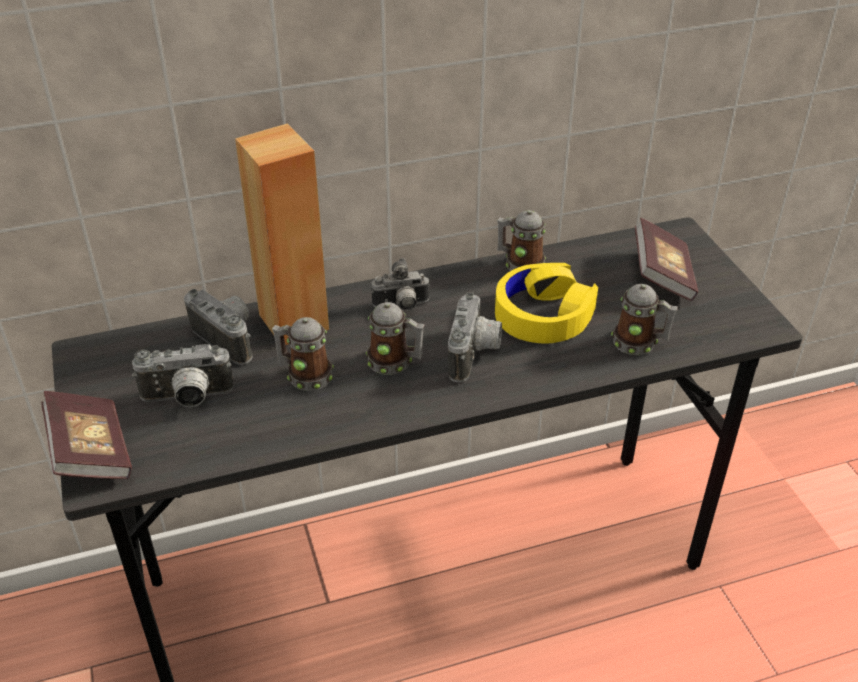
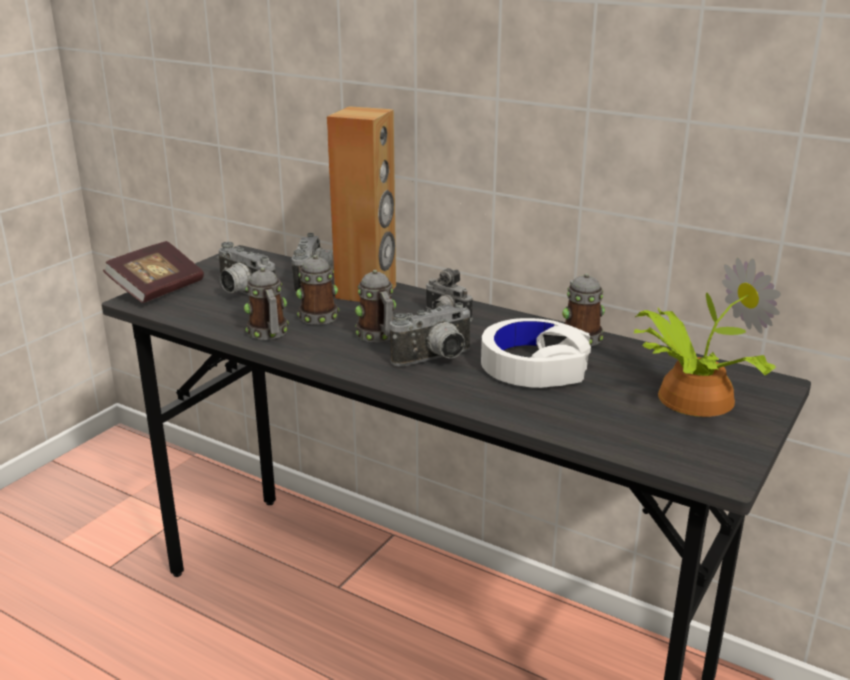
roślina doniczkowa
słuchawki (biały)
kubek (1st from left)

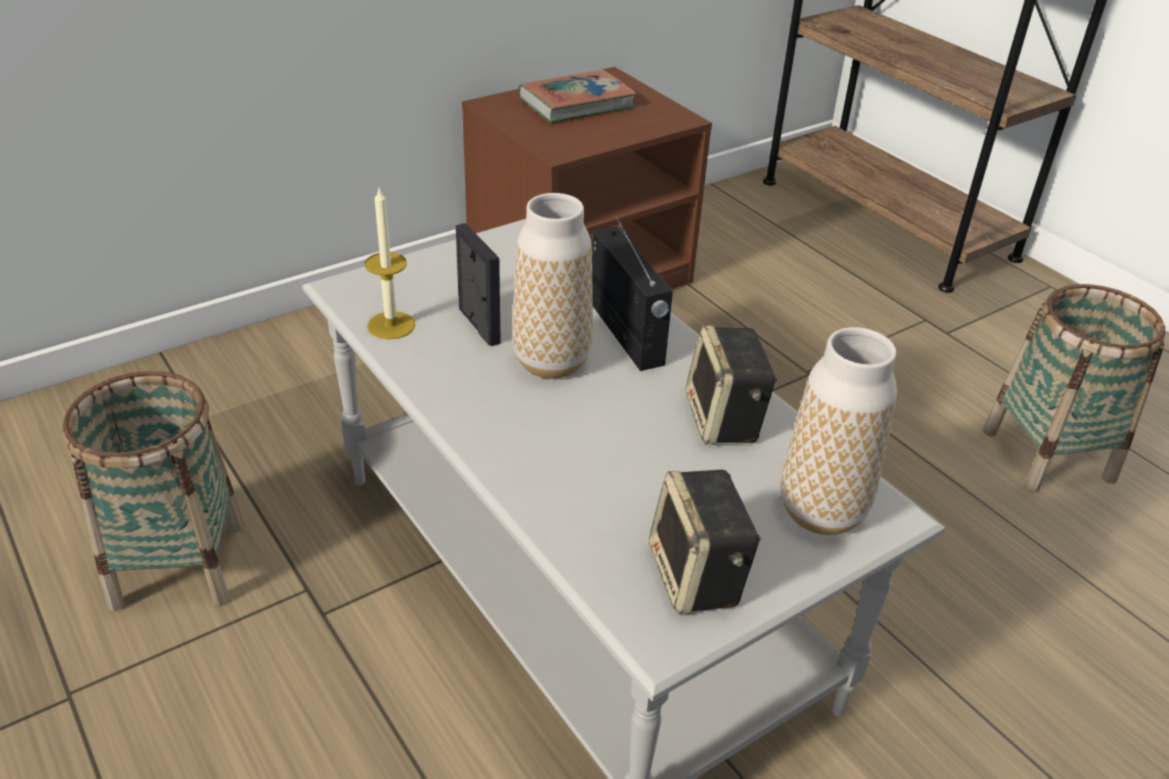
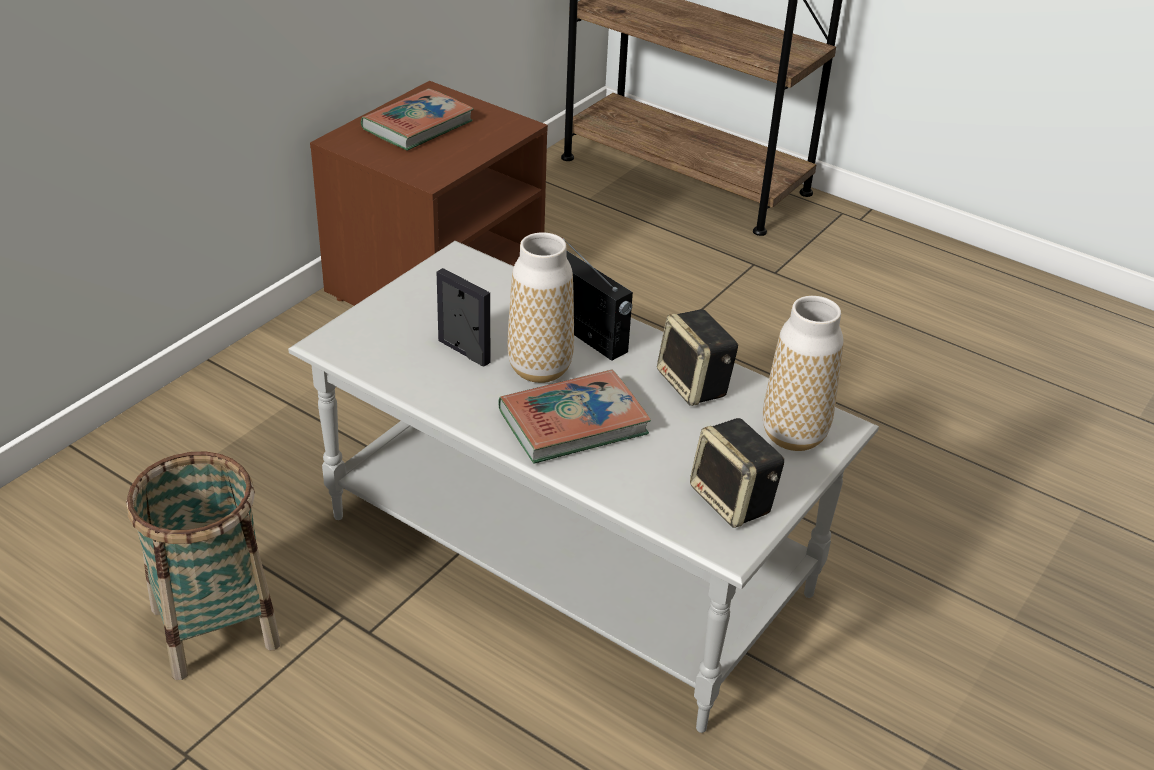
świeca
koszyk (2nd from left in the first image)
książka (2nd from left)

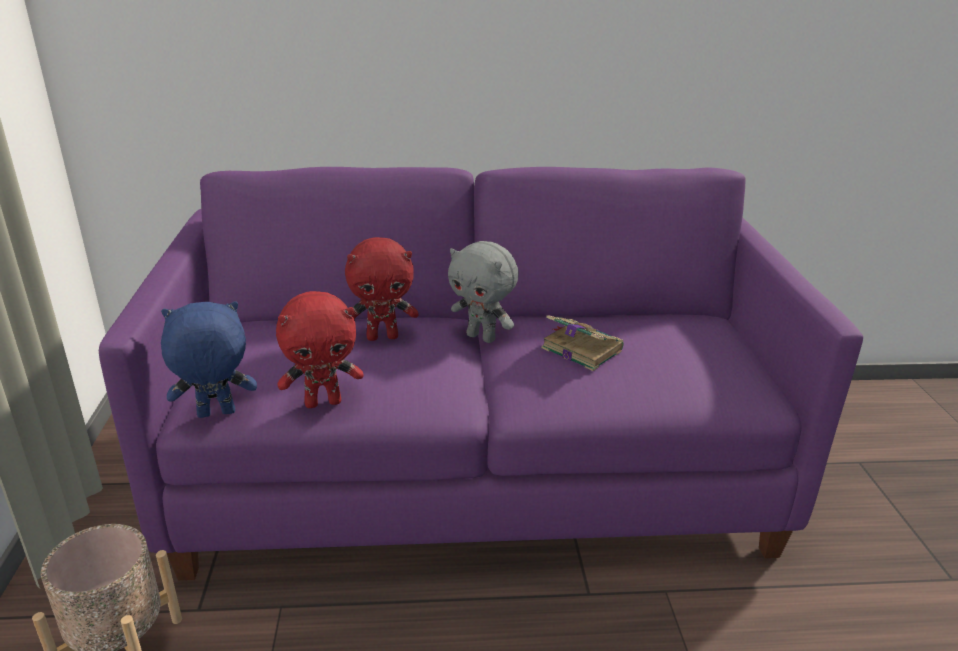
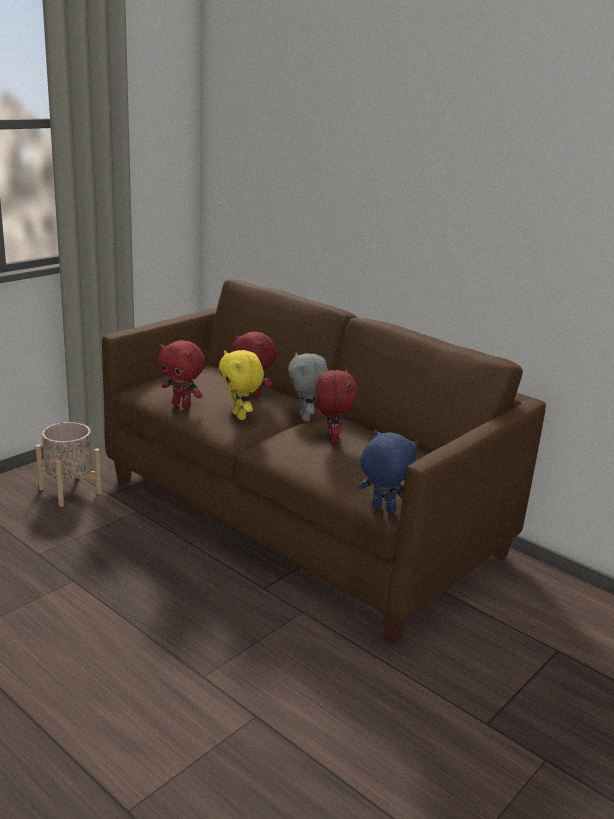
kanapa (brązowy)
pluszak (niebieski)
pluszak (czerwony) (3rd from left)
pluszak (żółty)

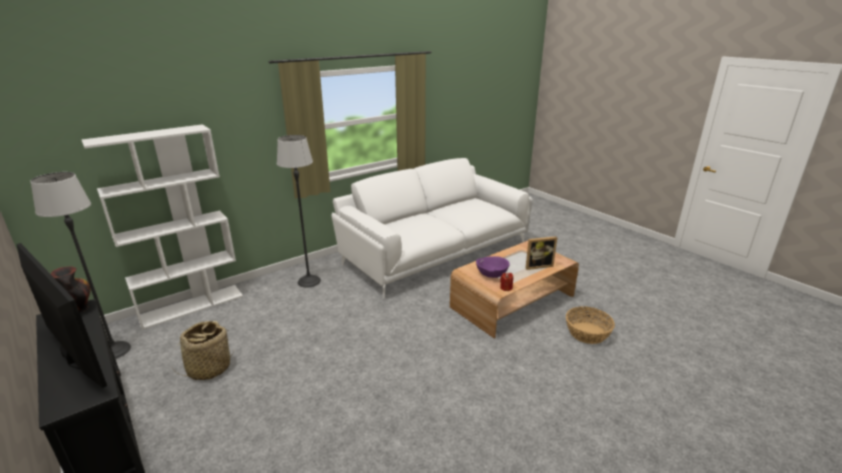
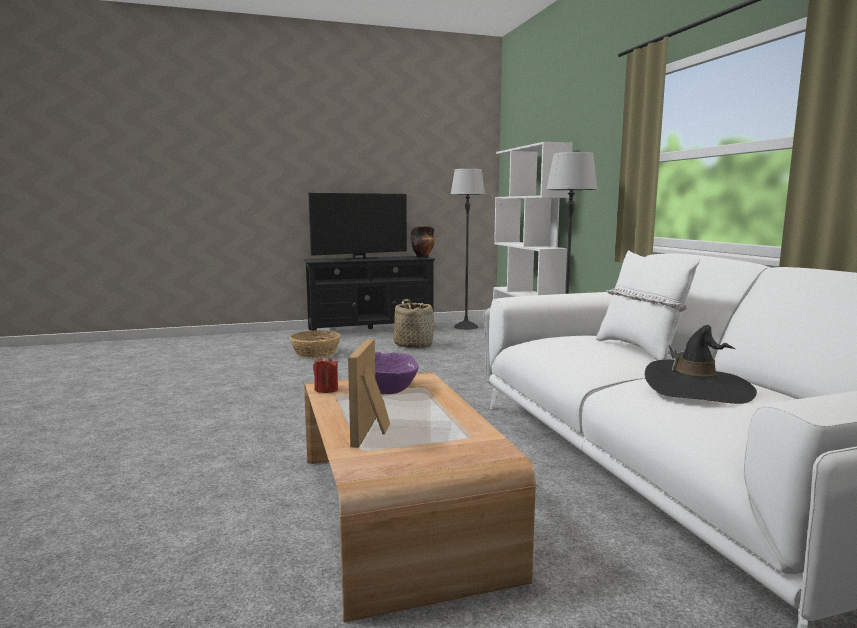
koszyk (1st from left)
poduszka (biały)
kapelusz (czarny)

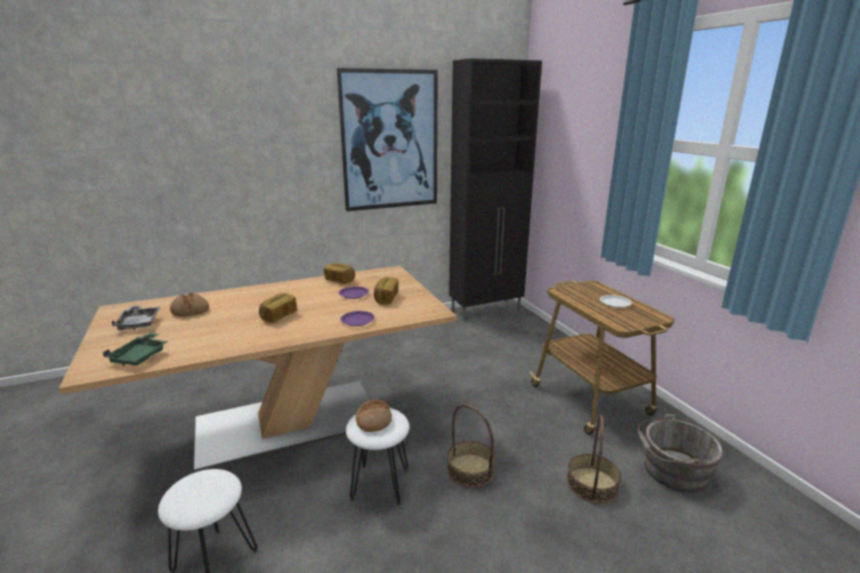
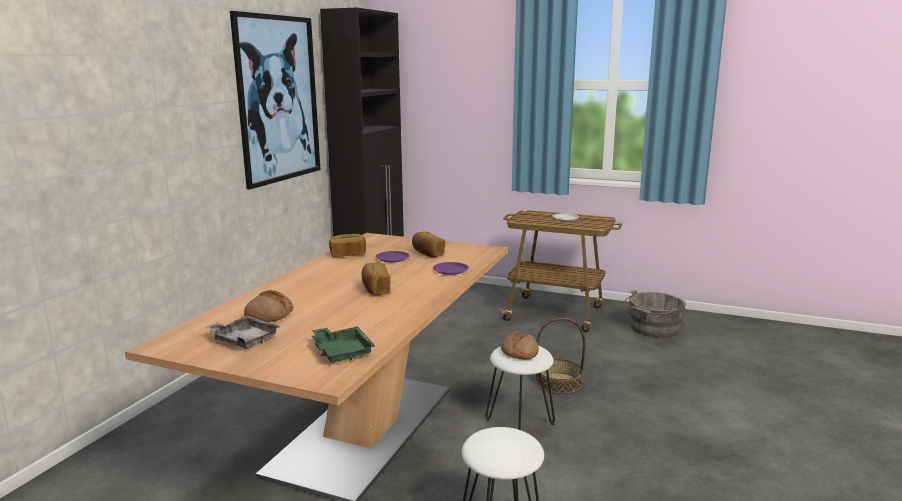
koszyk (2nd from left in the first image)

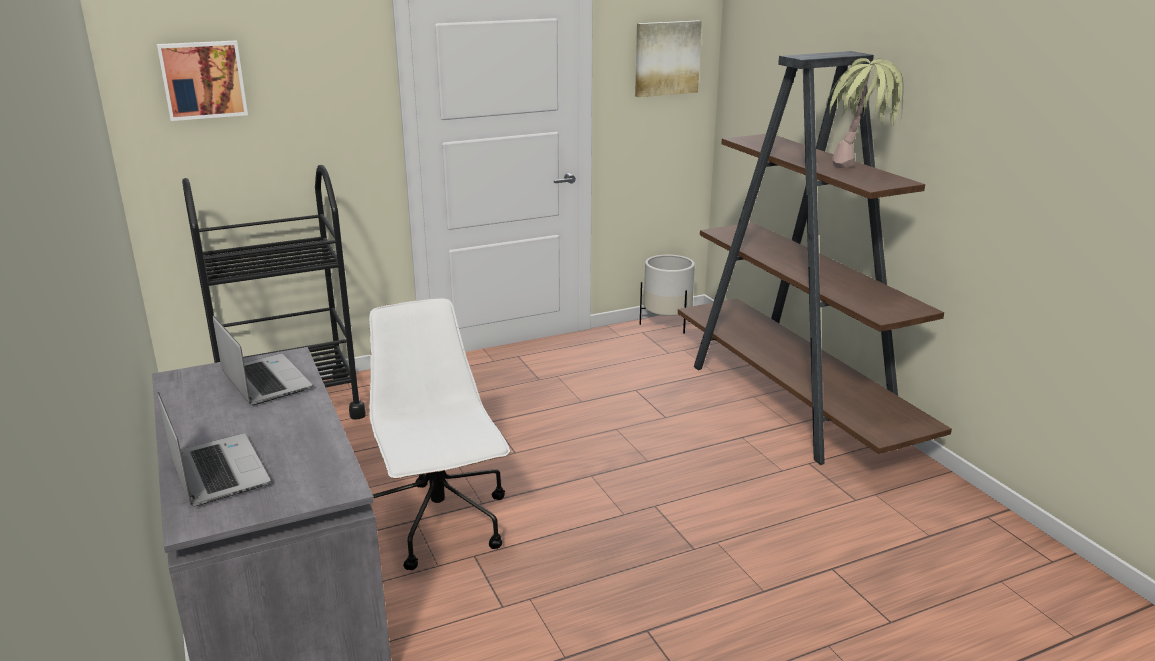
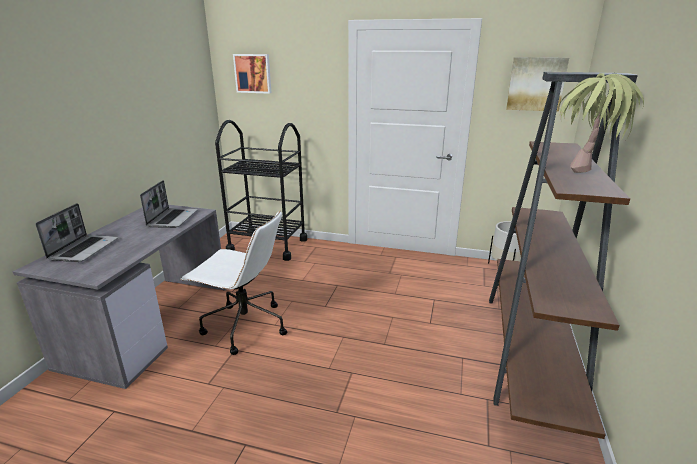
krzesło biurowe (biały)

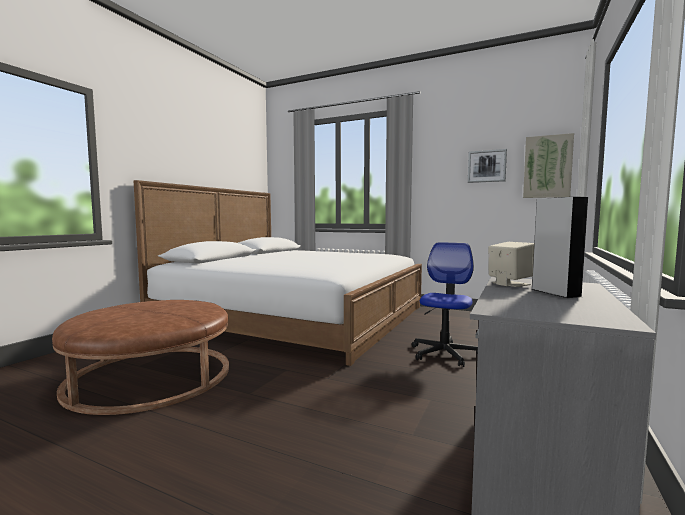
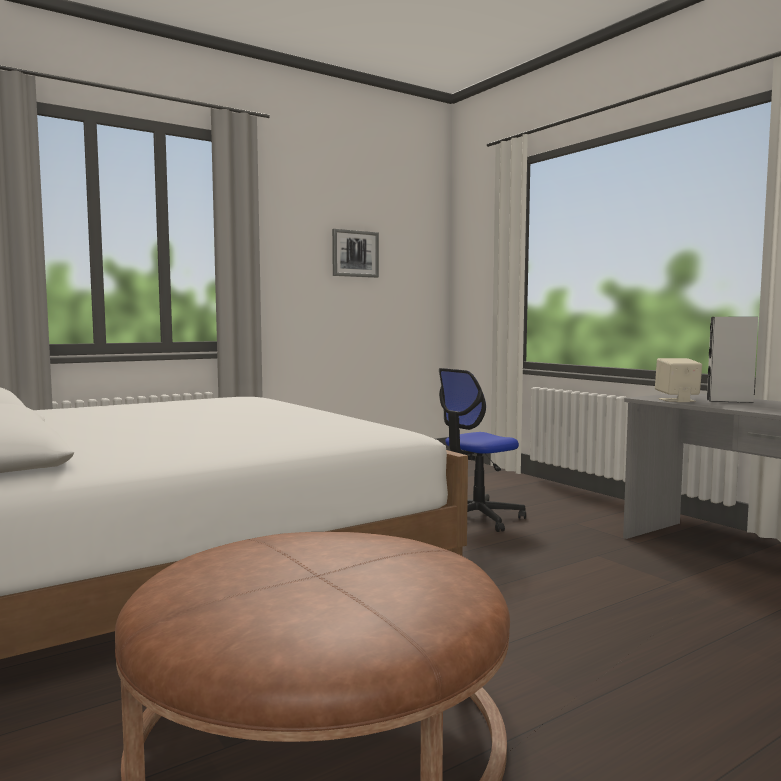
obraz (2nd from left in the first image)
krzesło biurowe

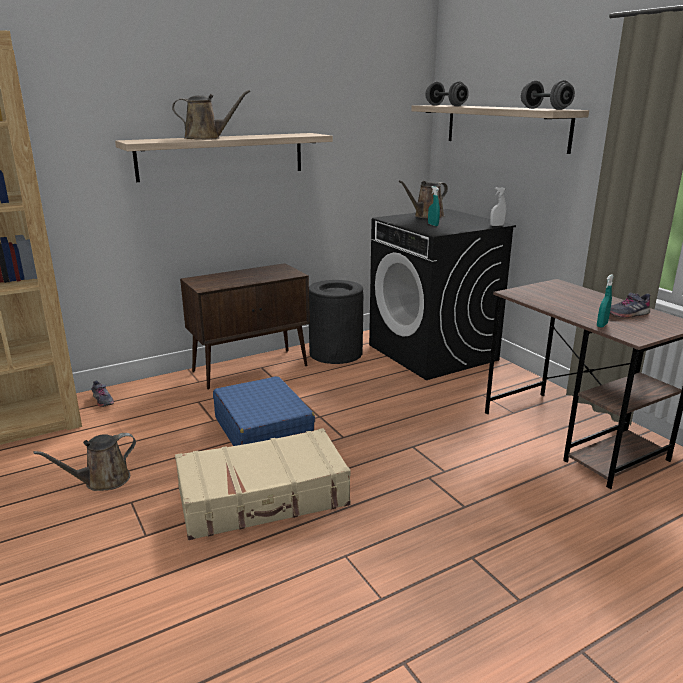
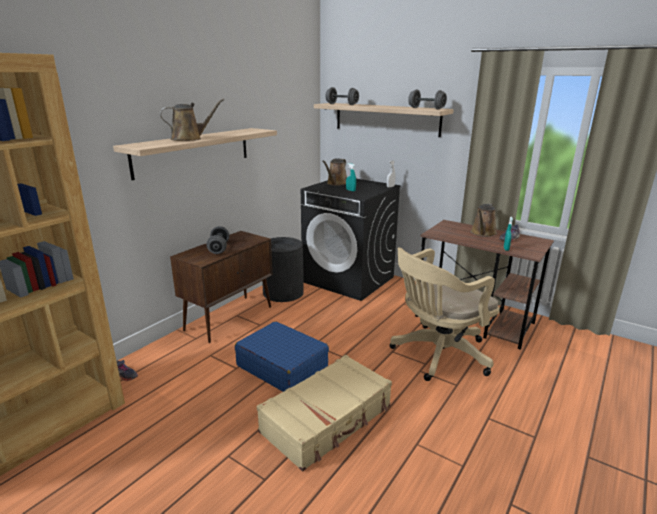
konewka (brązowy) (3rd from left)
hantel (szary) (1st from left)
krzesło biurowe (beżowy)

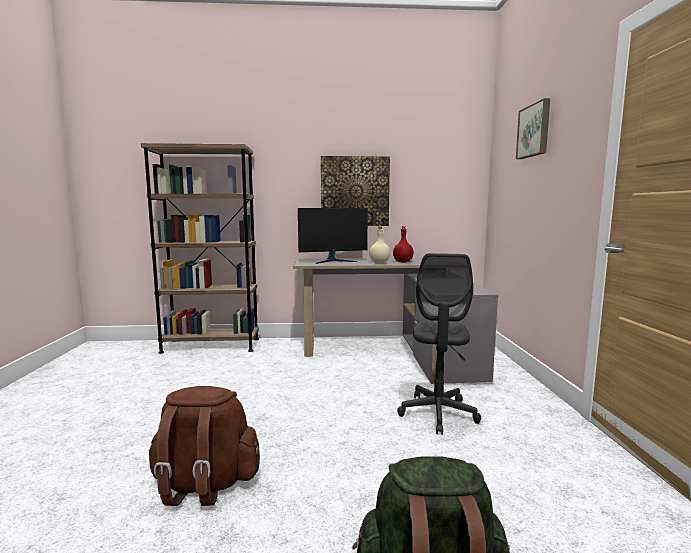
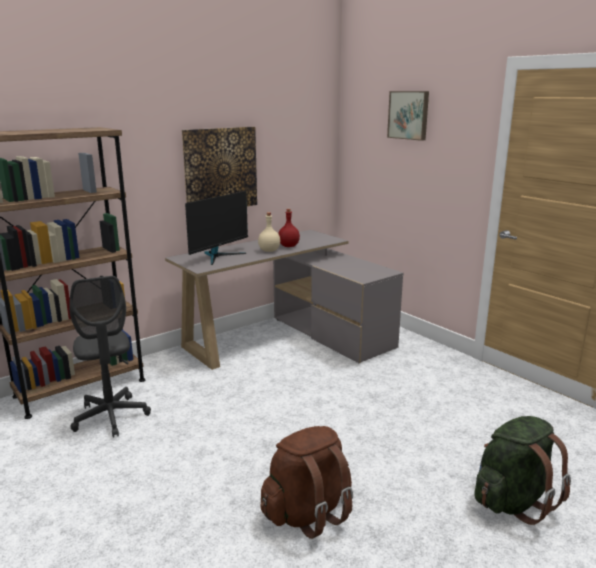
krzesło biurowe (szary)

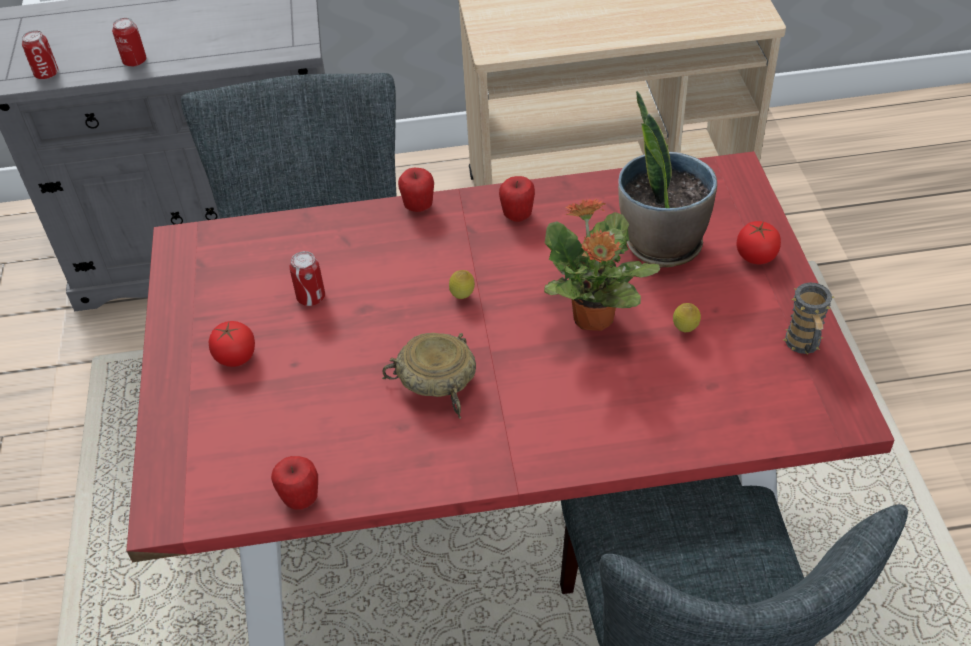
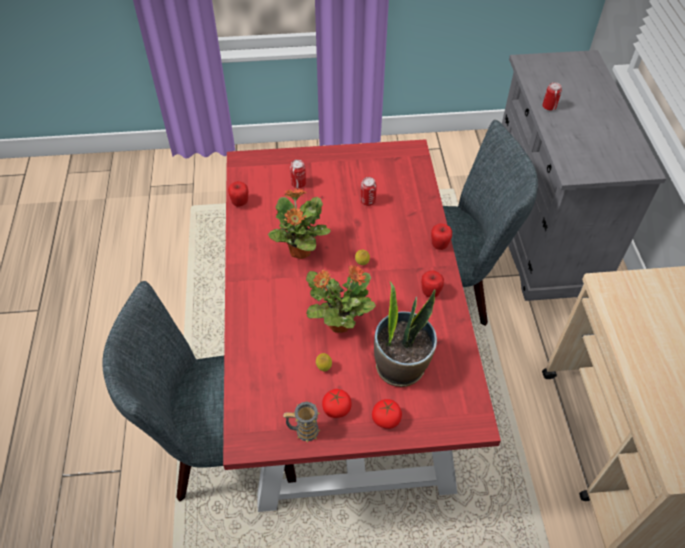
puszka (1st from left)
pomidor (1st from left)
roślina doniczkowa (1st from left)

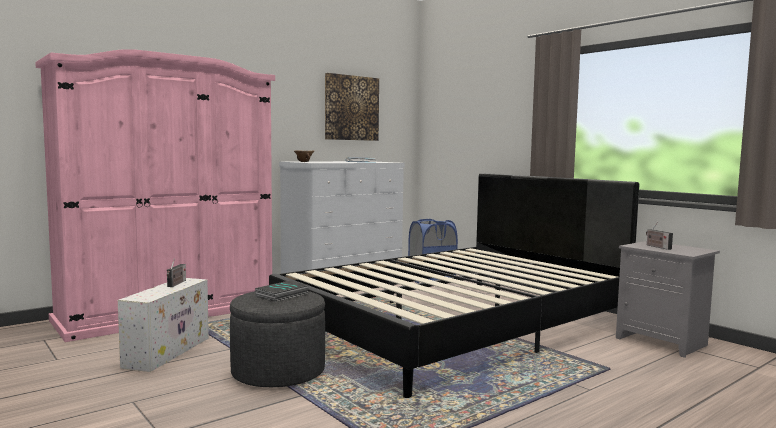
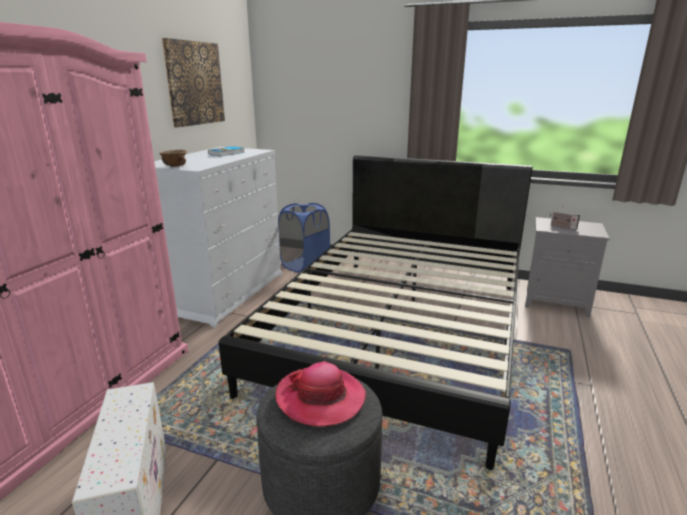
radio (1st from left in the first image)
kapelusz

